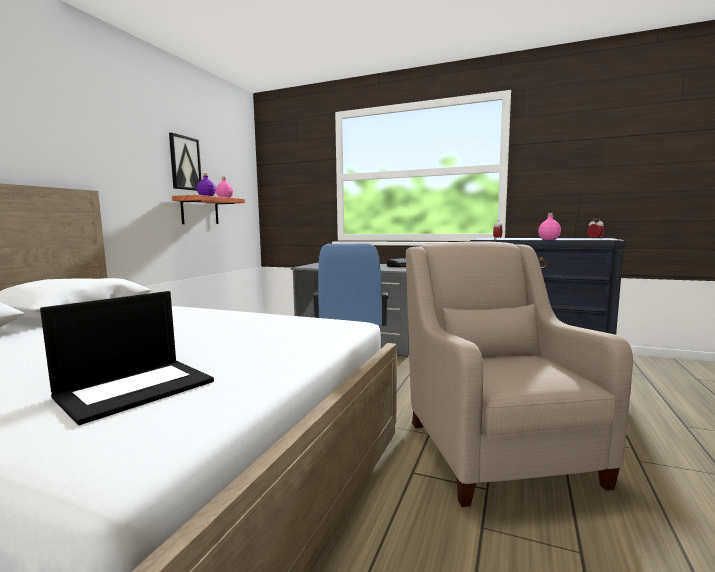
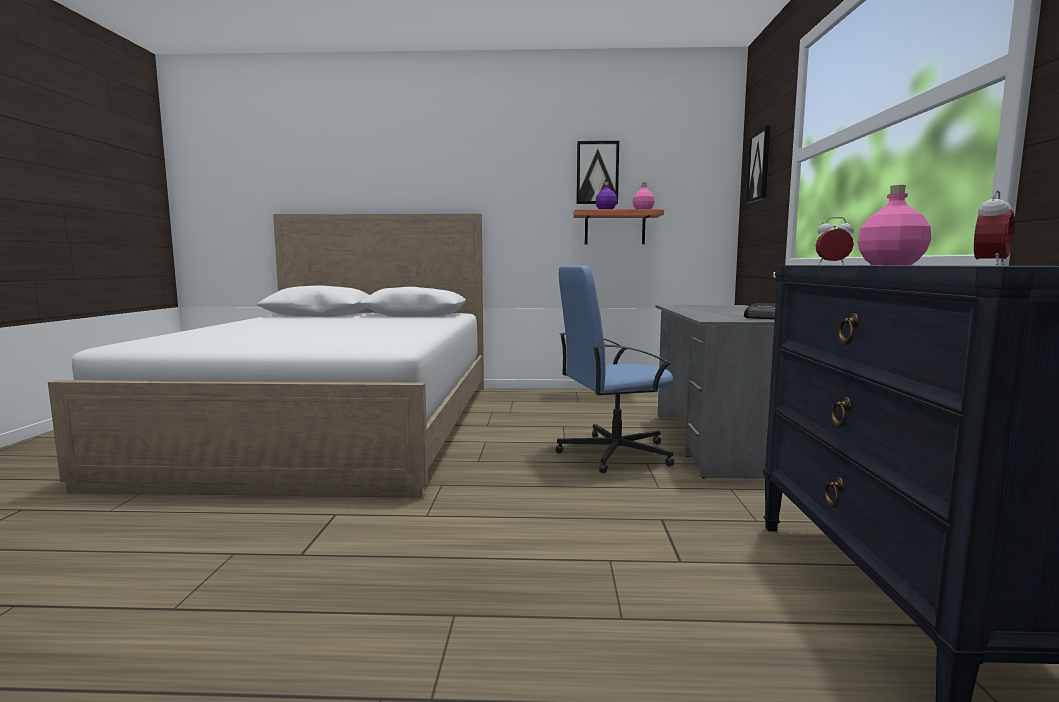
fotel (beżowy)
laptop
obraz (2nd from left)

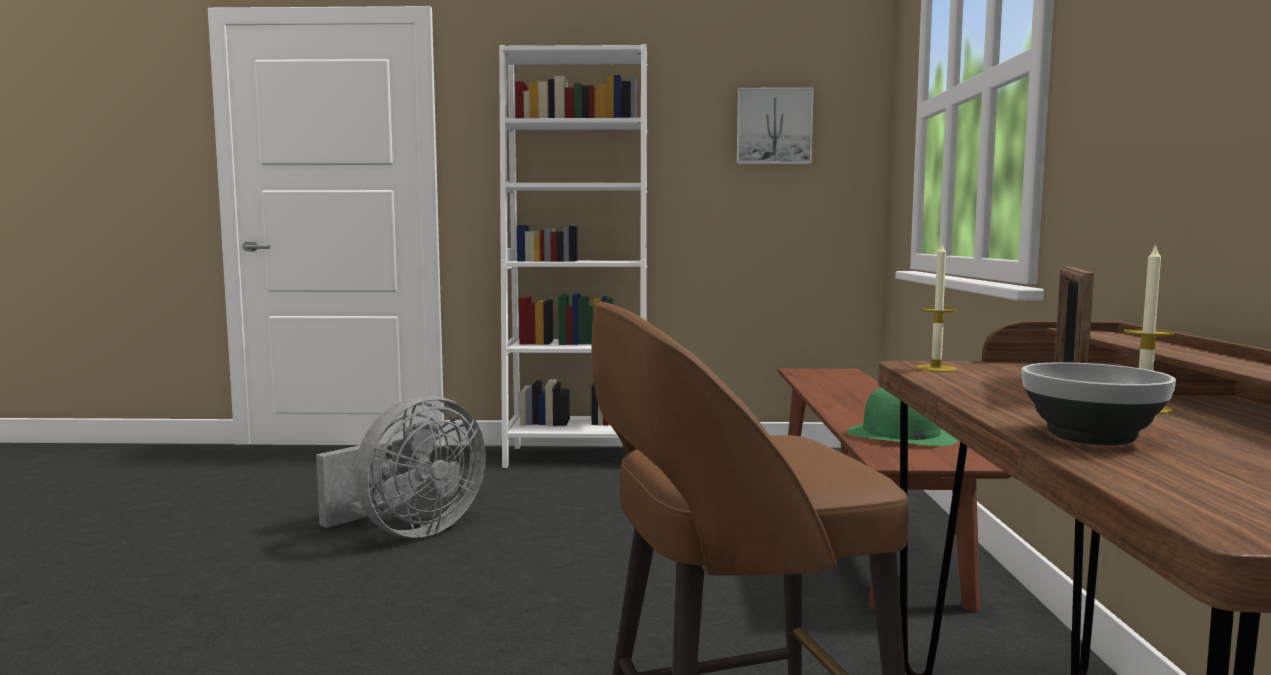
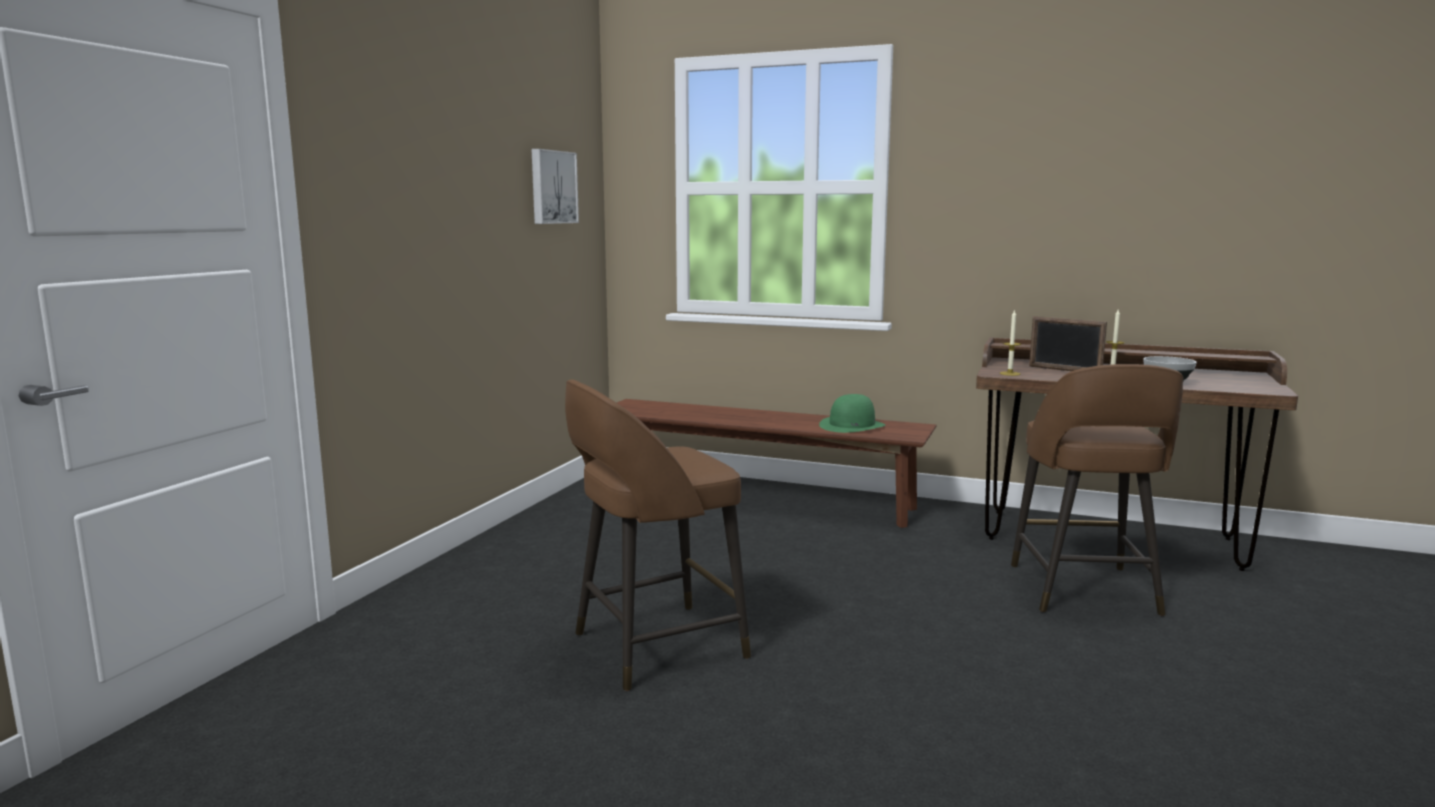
regał (biały)
stołek (brązowy) (1st from left)

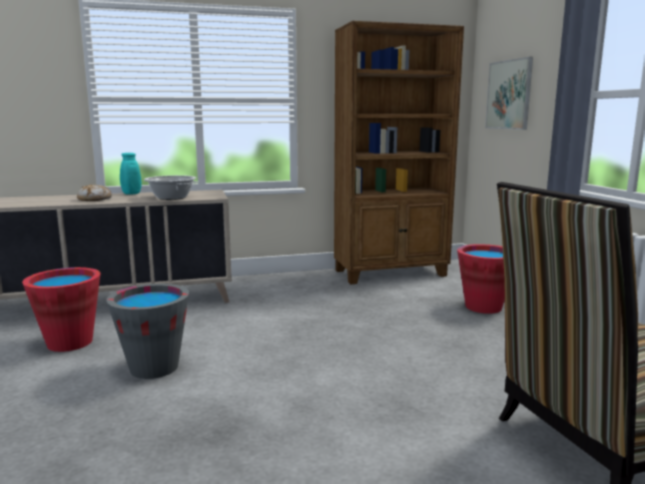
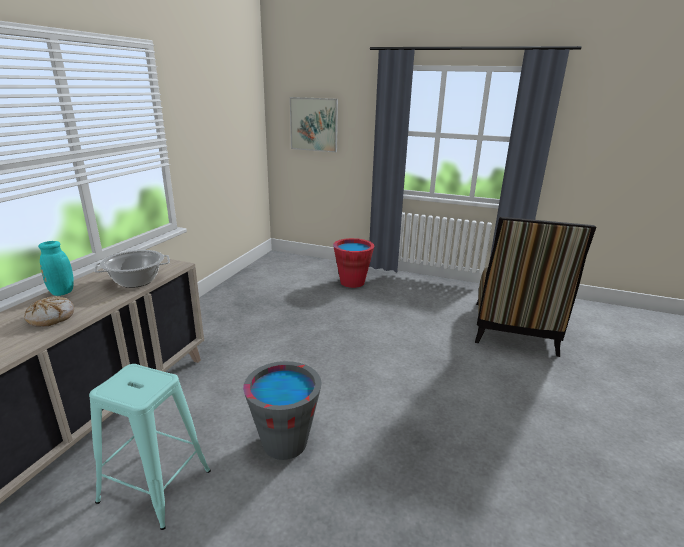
regał (brązowy)
stołek (turkusowy)

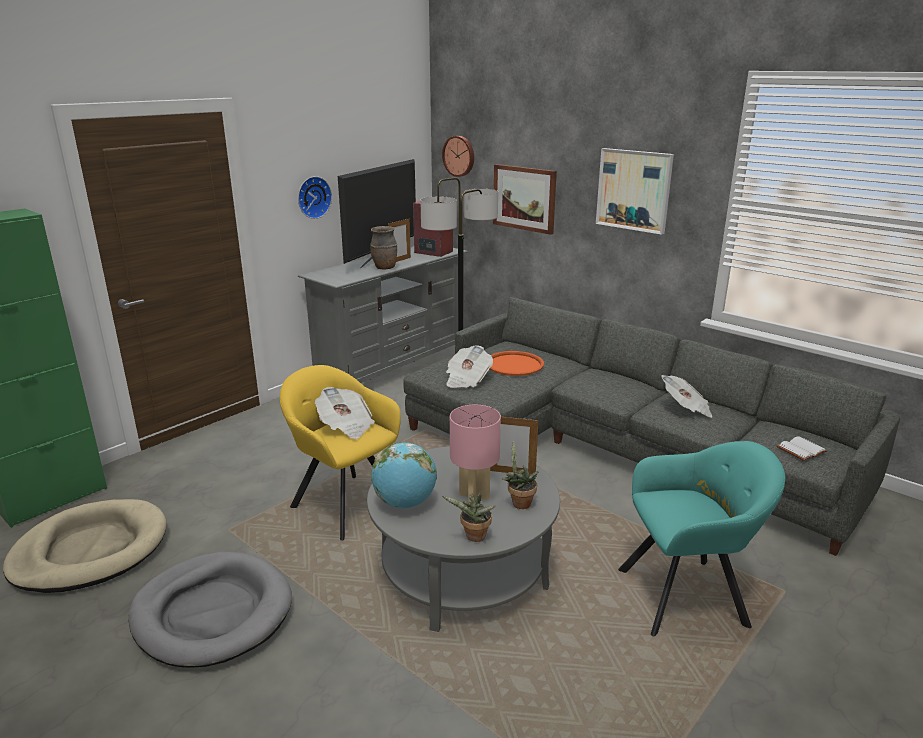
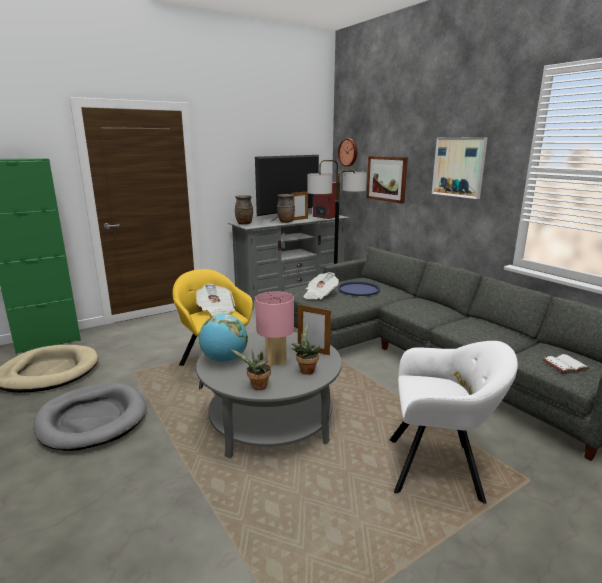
zegar ścienny (1st from left in the first image)
taca (niebieski)
gazeta (3rd from left in the first image)
fotel (biały)
wazon (brązowy) (1st from left)

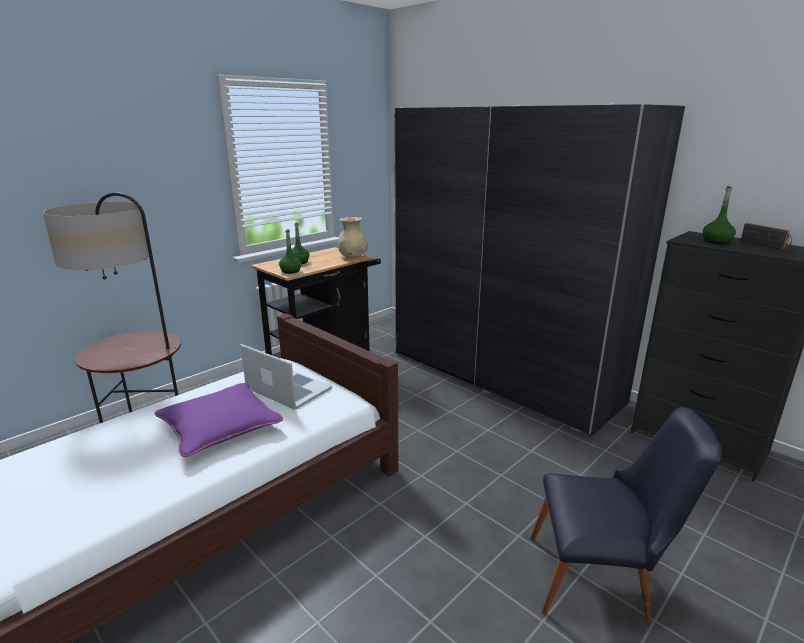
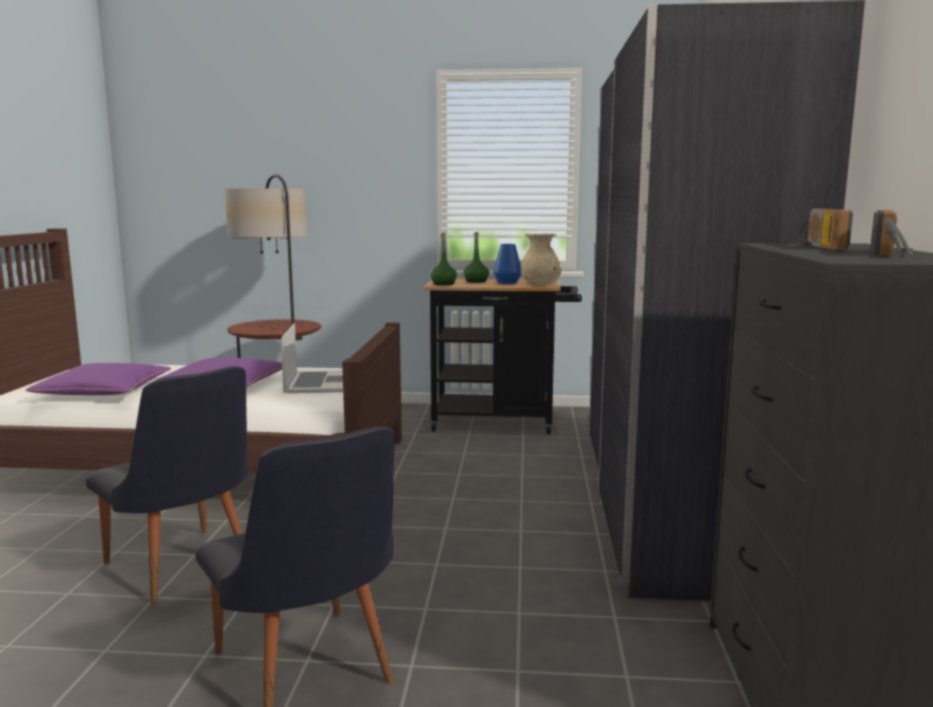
radio (1st from left)
wazon (niebieski)
poduszka (fioletowy) (1st from left)
krzesło (czarny) (1st from left)

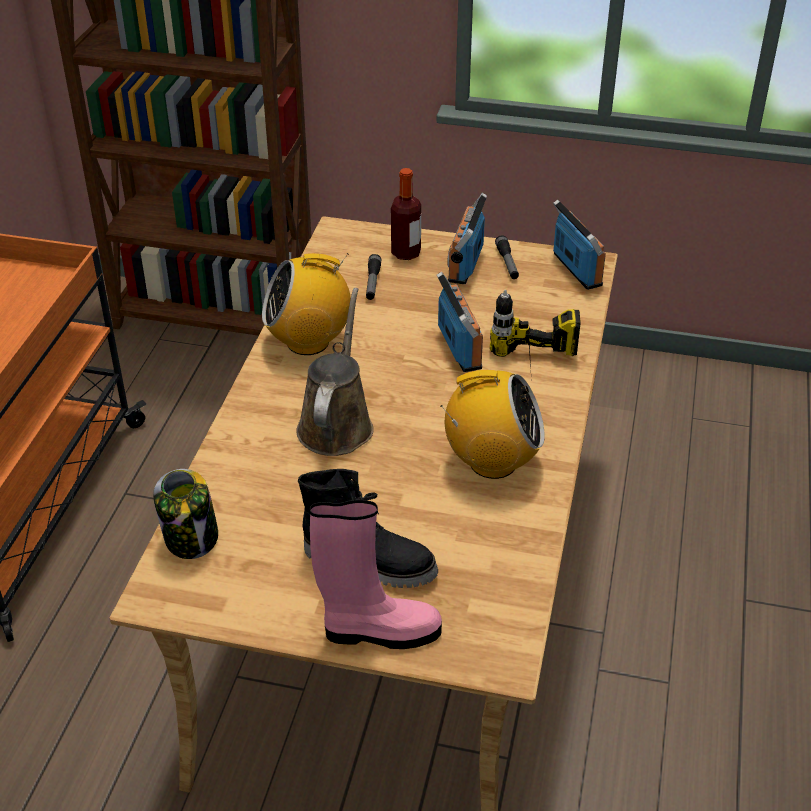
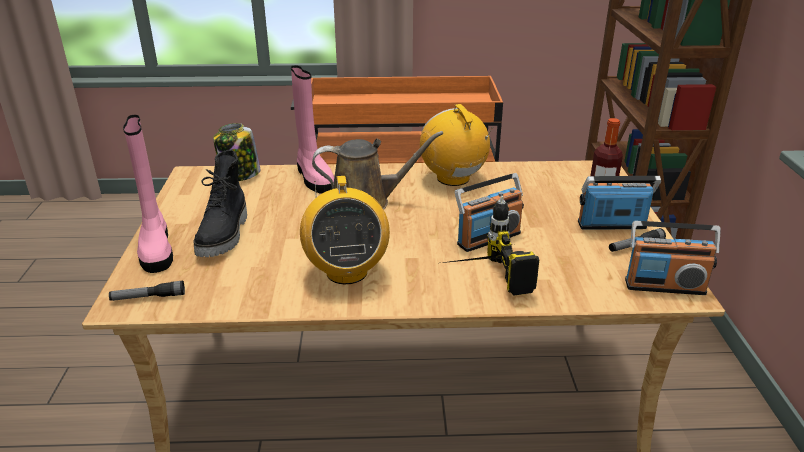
radio (5th from left)
latarka (1st from left)
but z cholewką (różowy) (2nd from left)

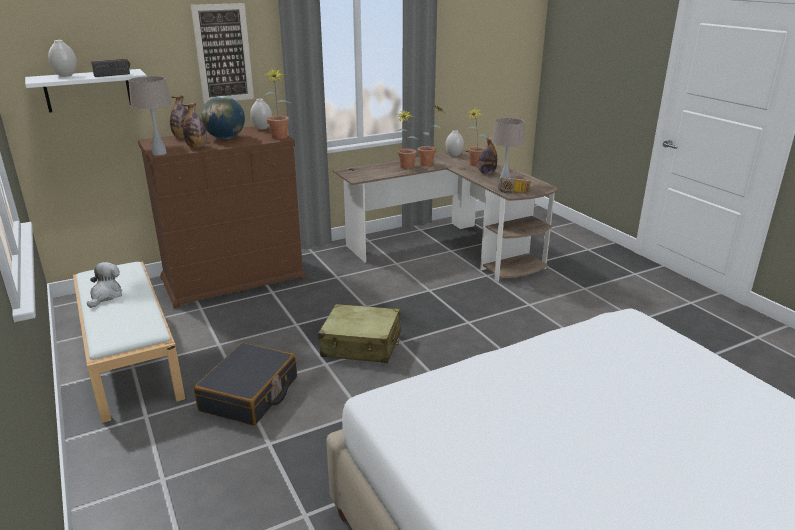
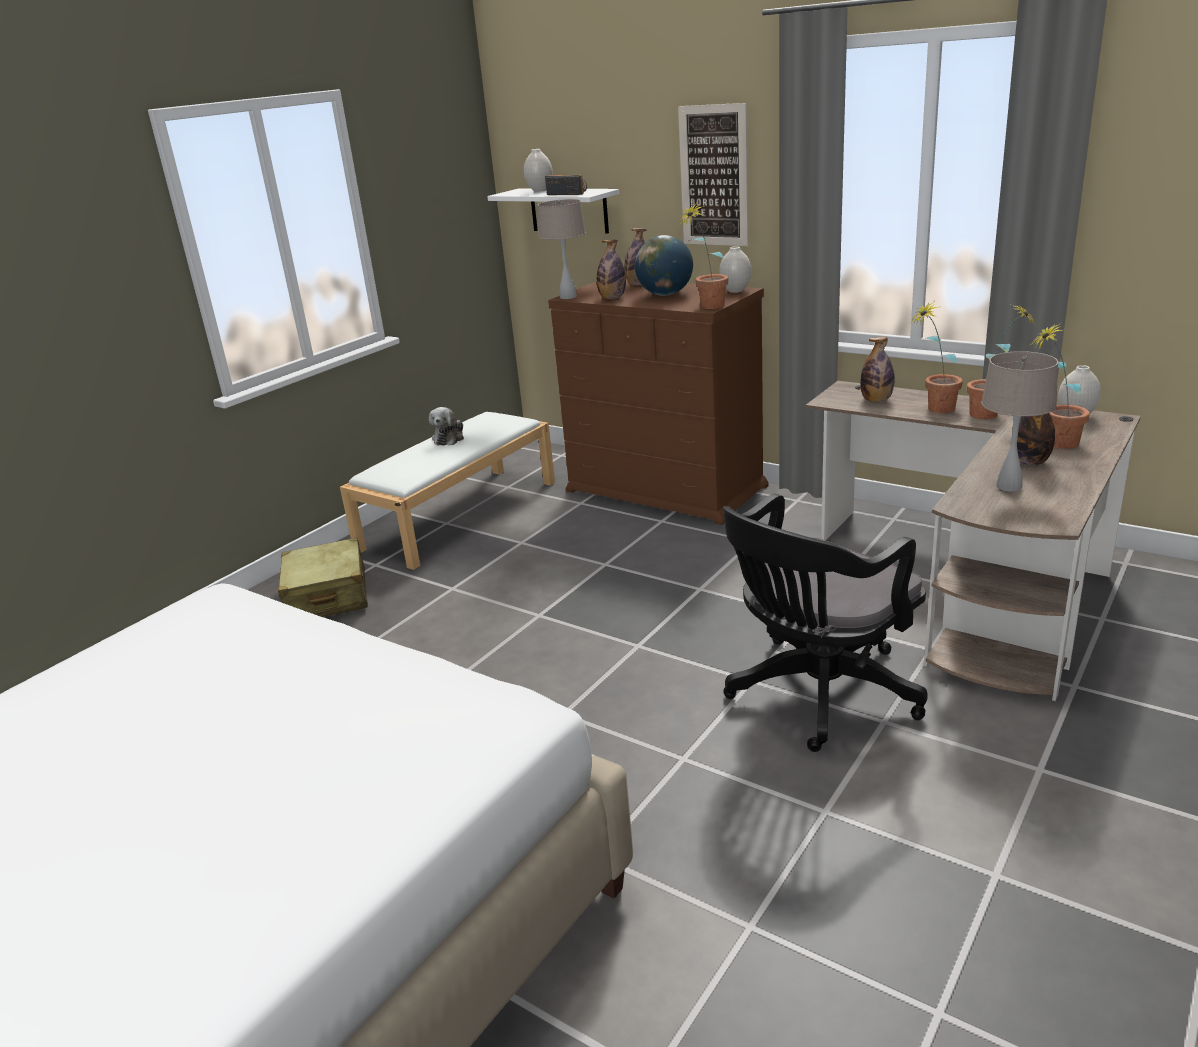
radio (2nd from left in the first image)
pluszak
walizka (beżowy)
walizka (czarny)
butelka (3rd from left)
krzesło biurowe (czarny)

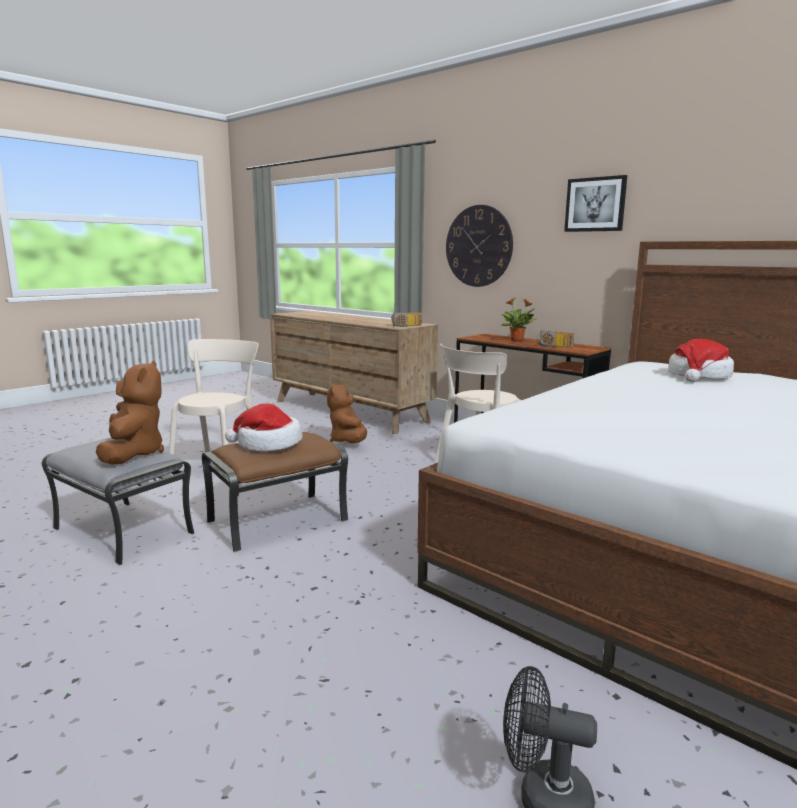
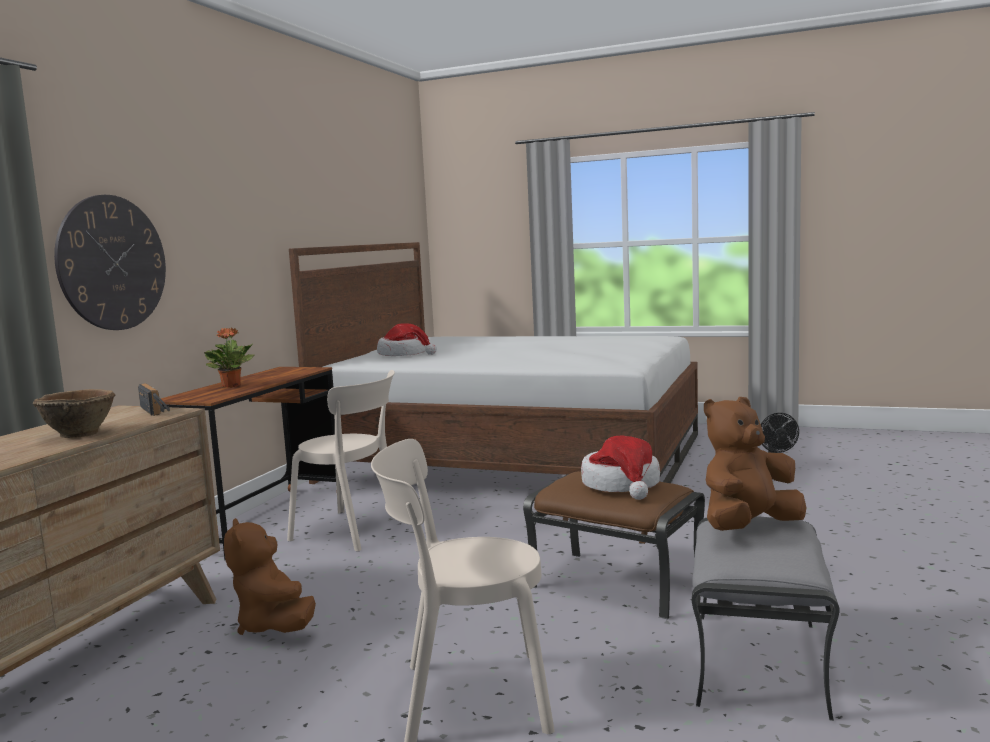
obraz
radio (2nd from left in the first image)
pluszak (brązowy) (1st from left)
miska (brązowy)

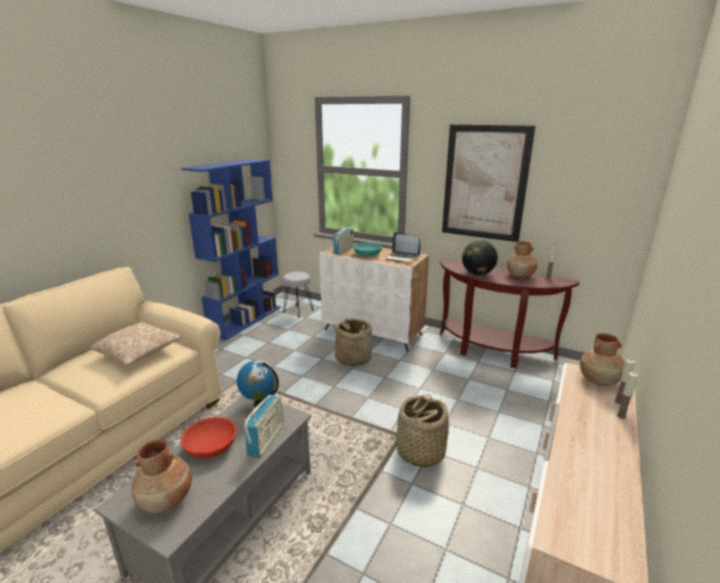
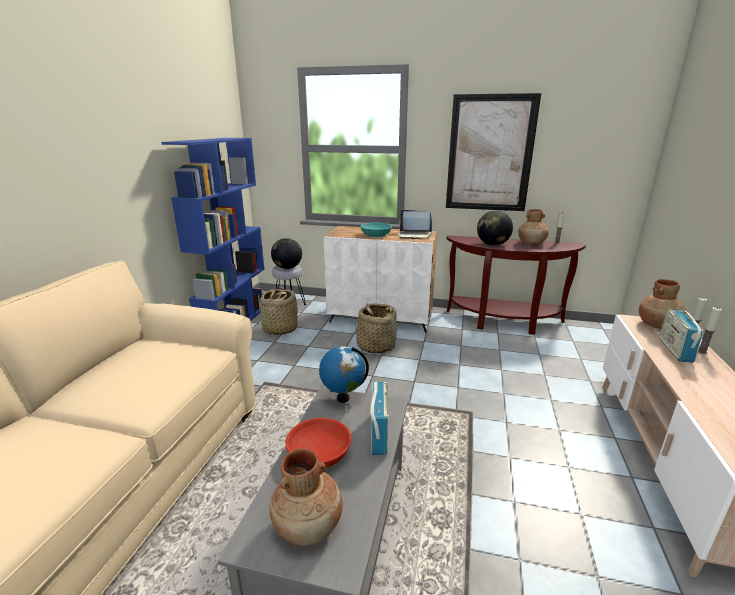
radio (2nd from left)
poduszka
koszyk (1st from left)
globus (1st from left)

